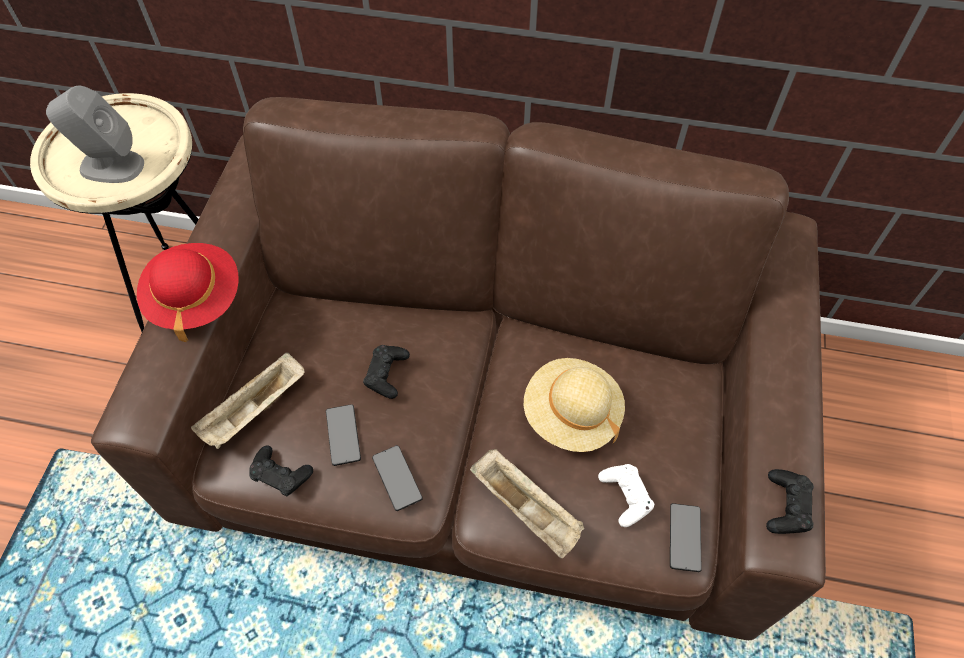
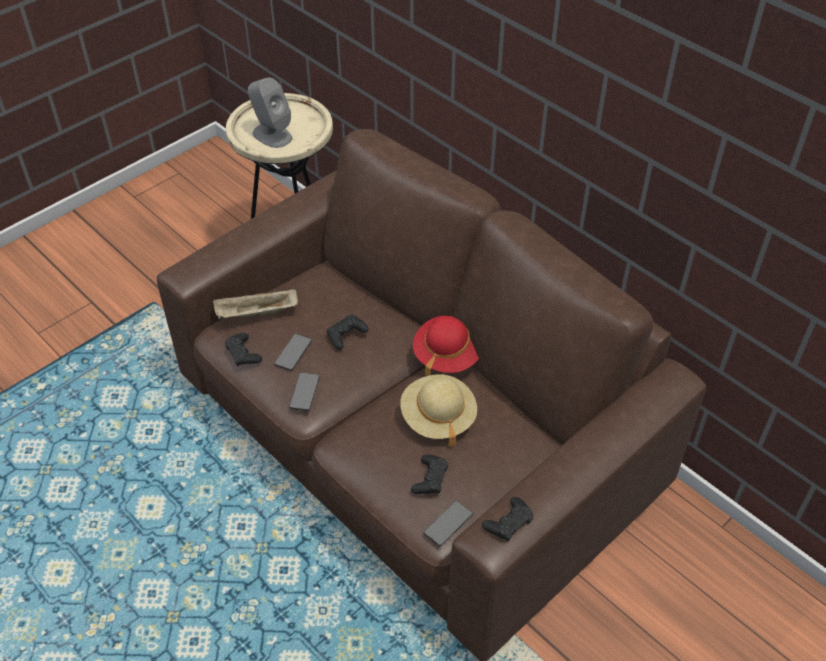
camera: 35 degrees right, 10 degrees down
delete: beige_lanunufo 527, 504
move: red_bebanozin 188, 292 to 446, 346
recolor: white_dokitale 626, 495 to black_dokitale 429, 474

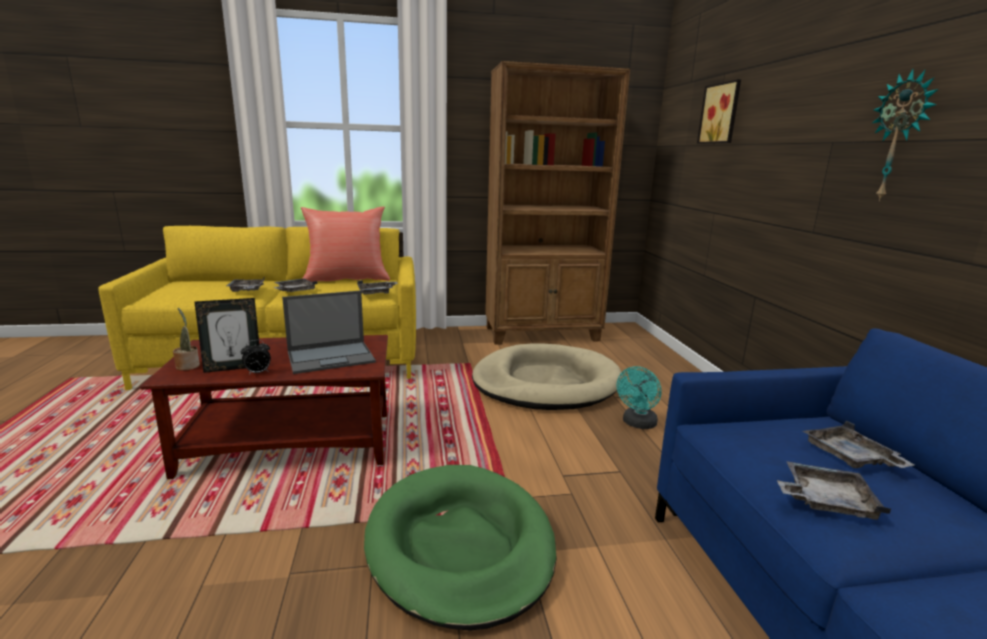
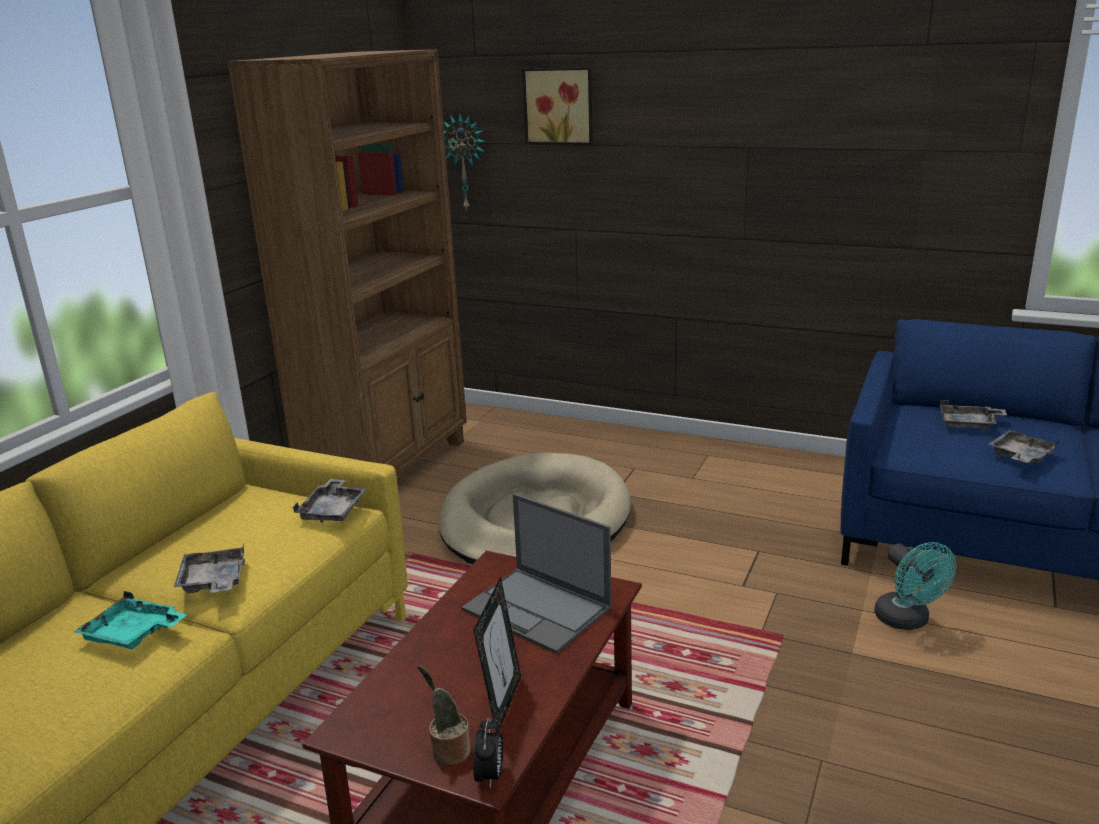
camera: 55 degrees left, 5 degrees up
delete: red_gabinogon 345, 244; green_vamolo 460, 548
move: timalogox 905, 135 to 464, 163; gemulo 256, 357 to 488, 753; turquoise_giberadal 639, 397 to 915, 586
recolor: grey_lanunufo 245, 284 to turquoise_lanunufo 130, 620
rotate: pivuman 329, 332 = 537, 573 120 degrees clockwise

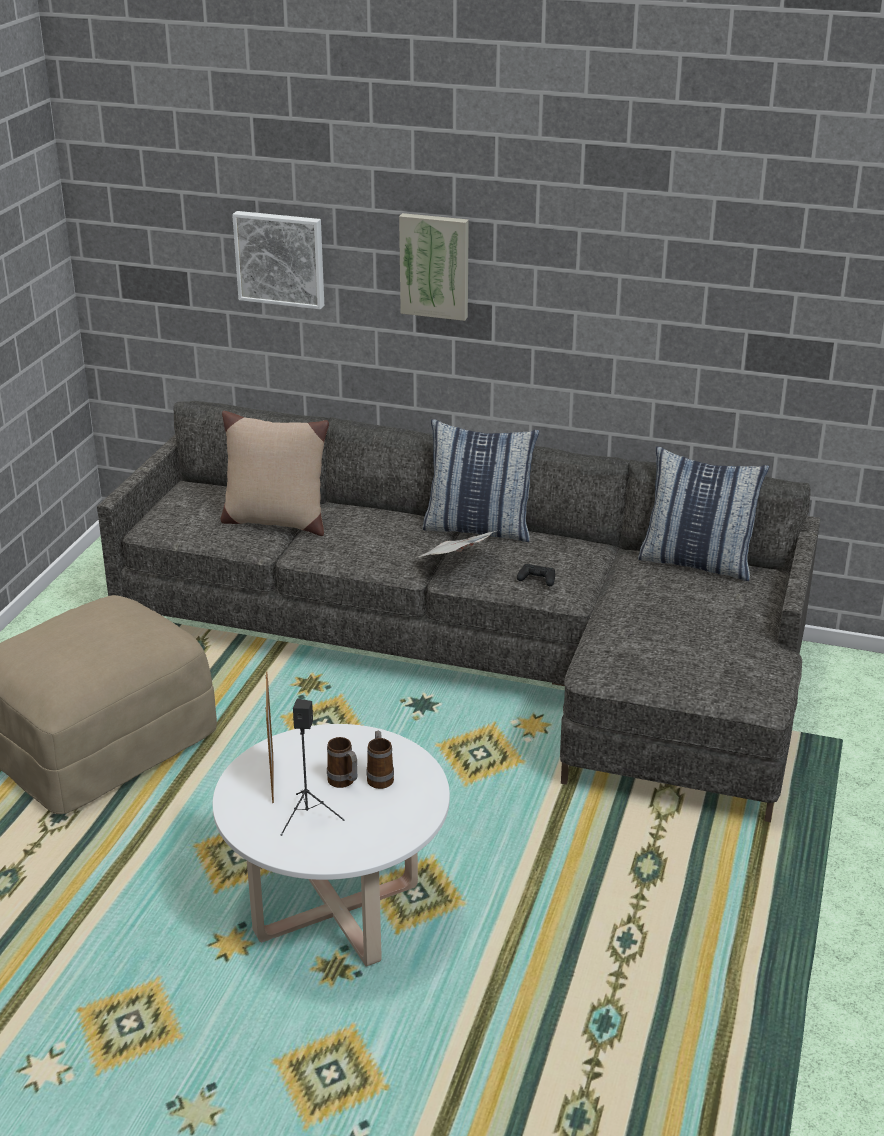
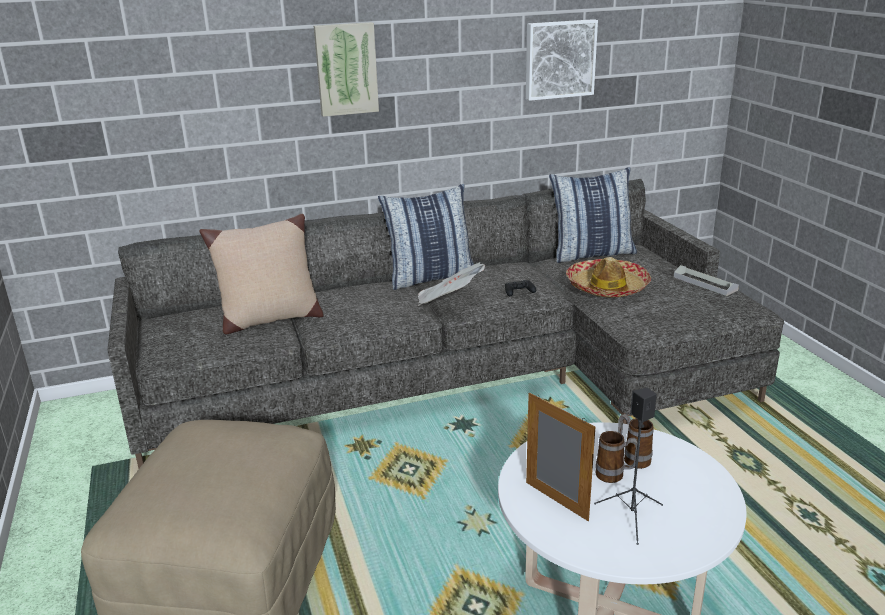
camera: 35 degrees left, 5 degrees down
insert: bebanozin 608, 277; grey_lanunufo 706, 280
move: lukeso 278, 260 to 562, 60

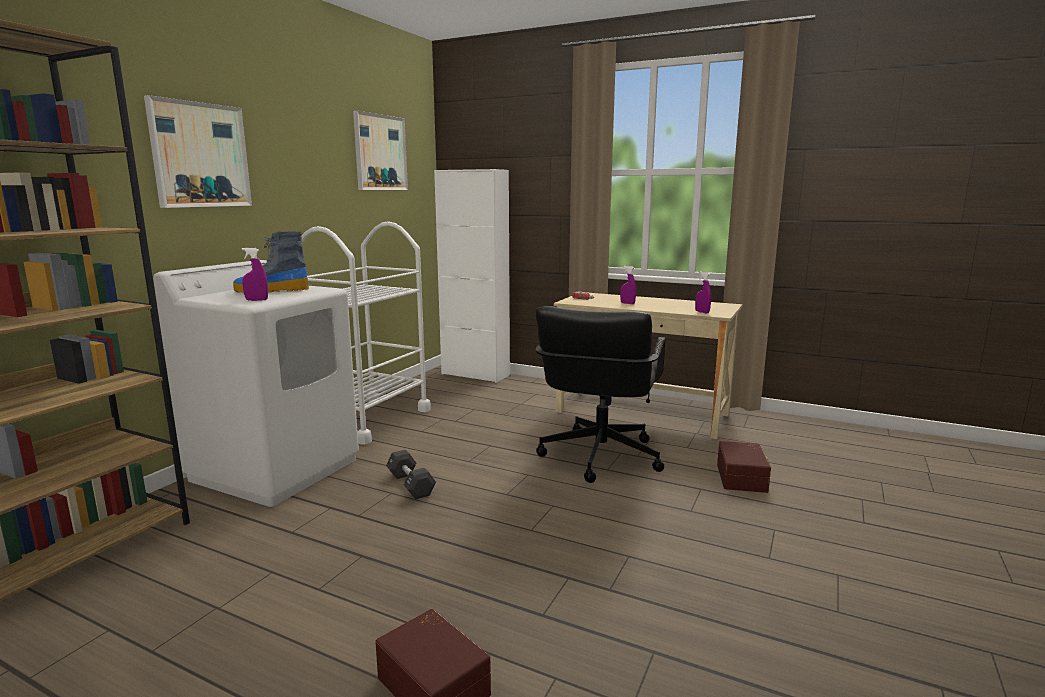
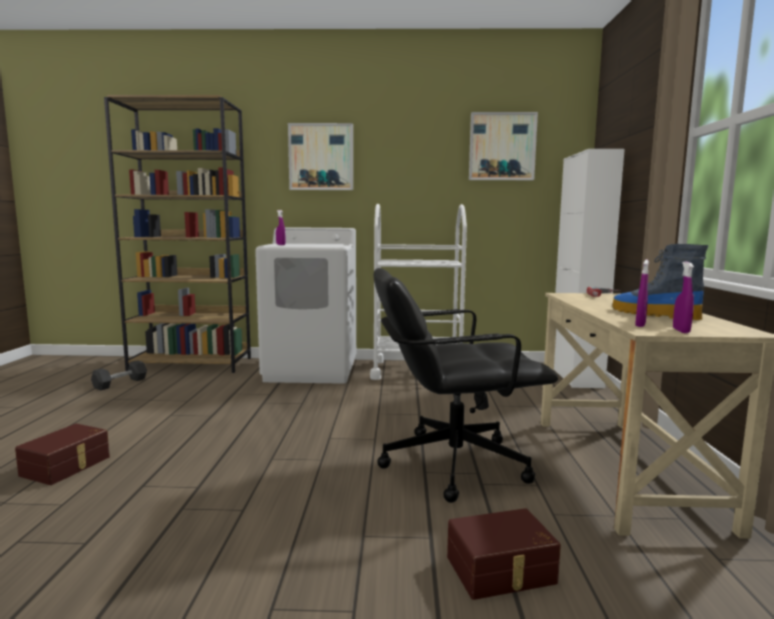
camera: 65 degrees right, 5 degrees down
move: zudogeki 271, 262 to 660, 282; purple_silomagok 628, 285 to 683, 297; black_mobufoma 411, 474 to 119, 375

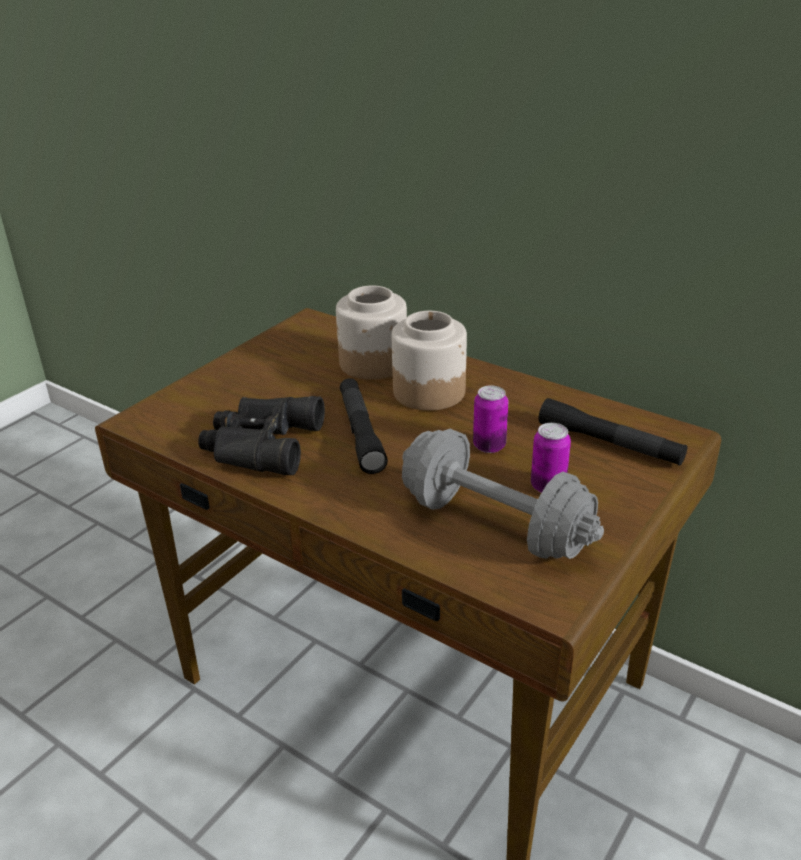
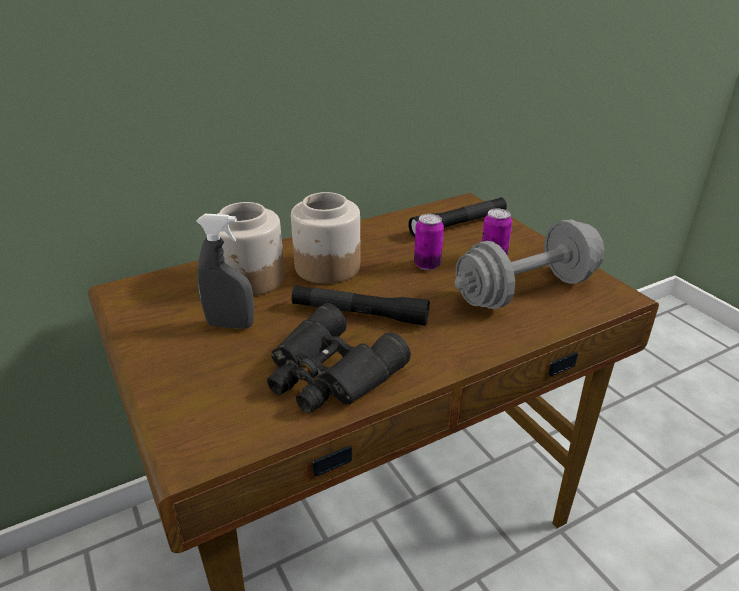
camera: 65 degrees left, 0 degrees up
insert: grey_silomagok 225, 271

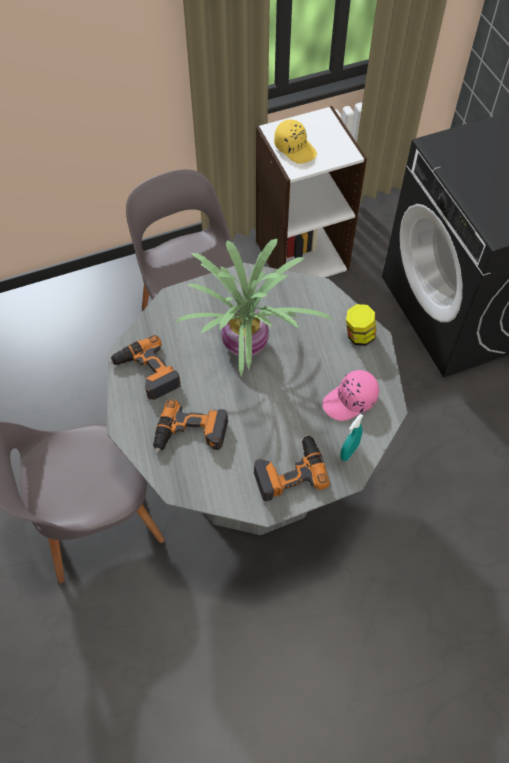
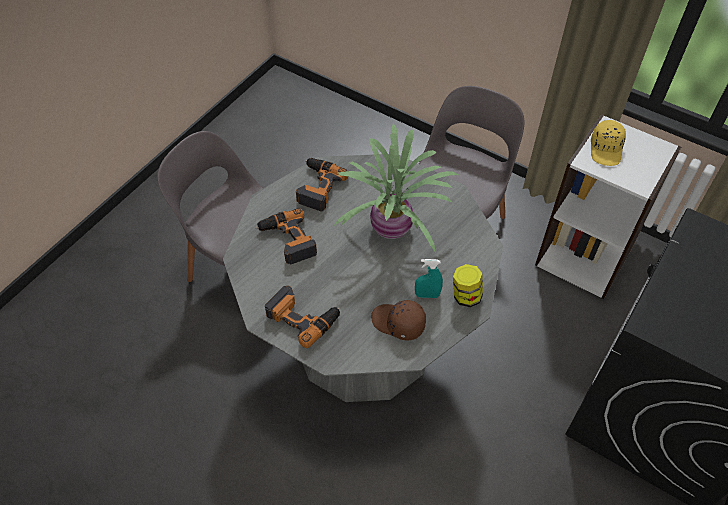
camera: 55 degrees right, 5 degrees down
move: turquoise_silomagok 351, 437 to 429, 278
recolor: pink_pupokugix 351, 395 to brown_pupokugix 398, 320

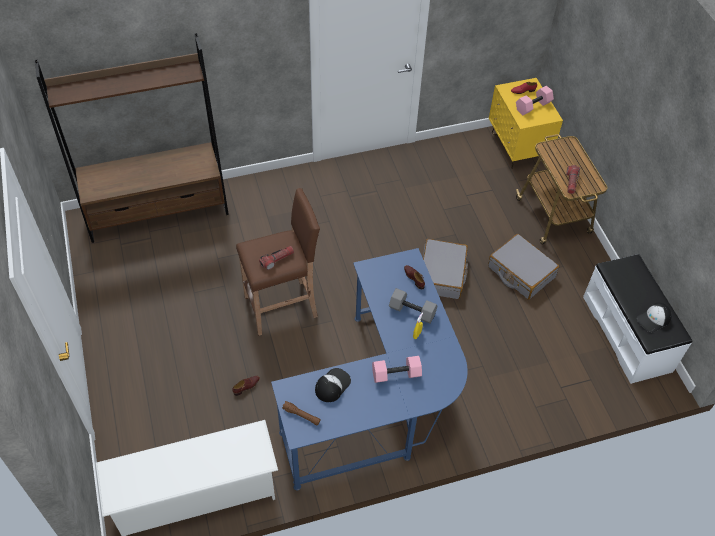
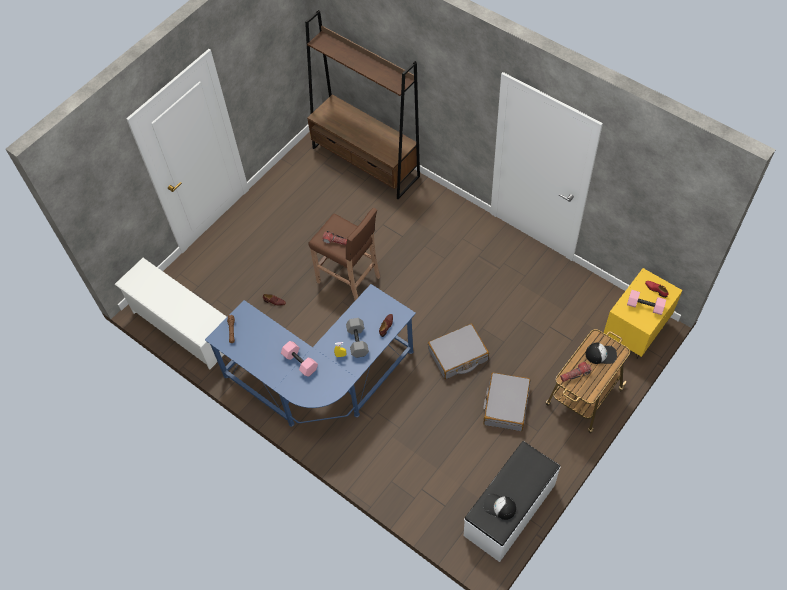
camera: 60 degrees right, 5 degrees up
move: pupokugix 333, 385 to 601, 353

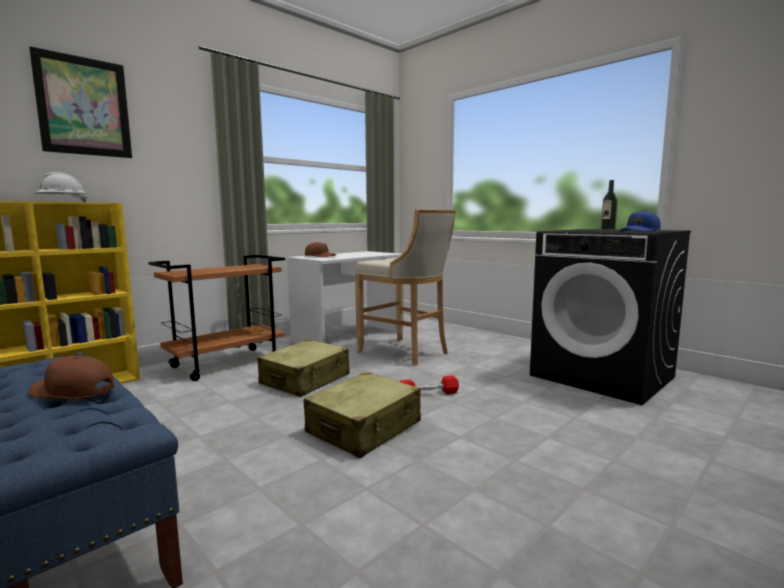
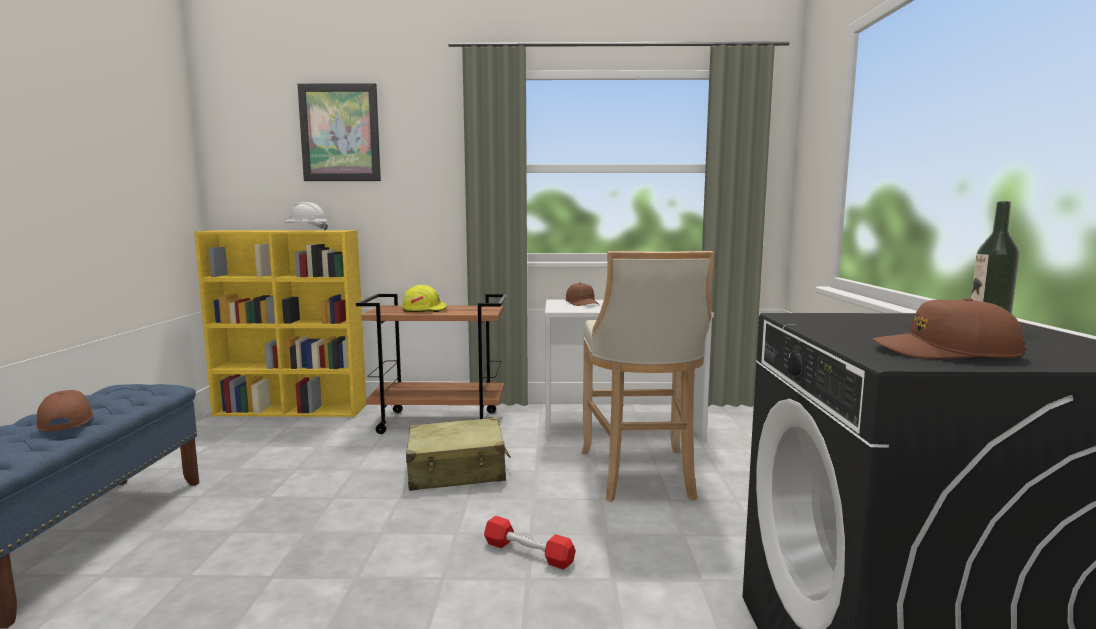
camera: 45 degrees right, 0 degrees up
delete: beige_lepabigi 362, 415
insert: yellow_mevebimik 425, 299
recolor: blue_pupokugix 640, 221 to brown_pupokugix 949, 328

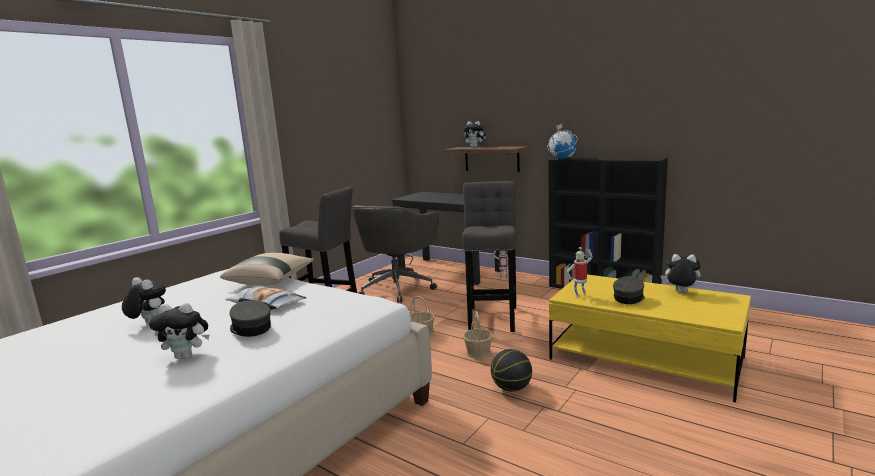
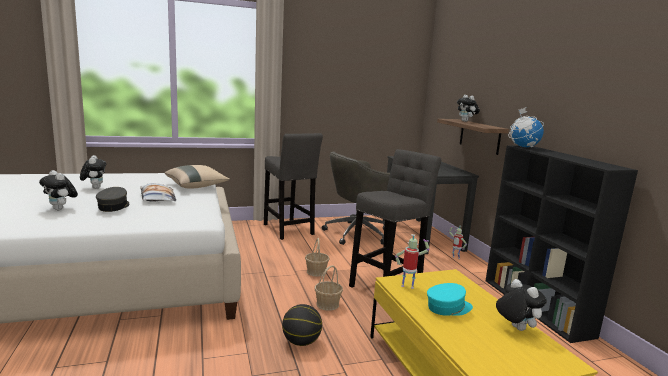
camera: 35 degrees right, 0 degrees up
recolor: grey_pupokugix 628, 290 to turquoise_pupokugix 450, 299

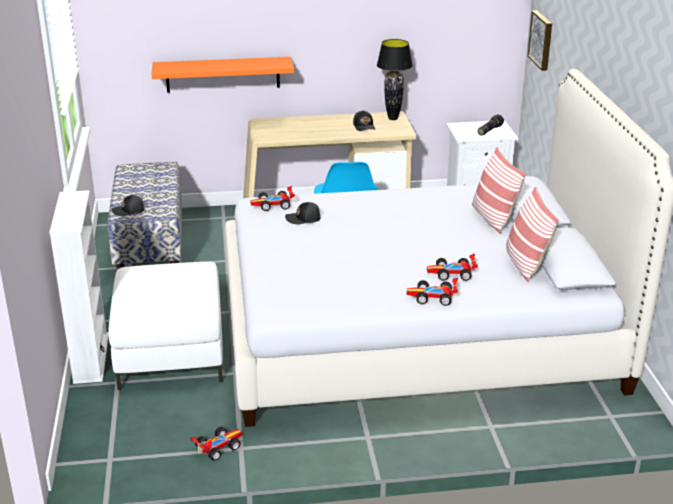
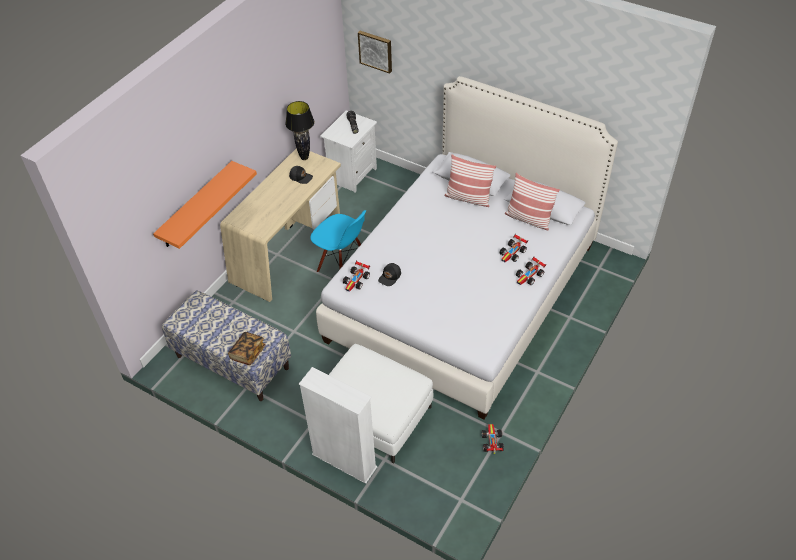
camera: 50 degrees left, 20 degrees up
replace: black_pupokugix 128, 205 to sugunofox 247, 348

